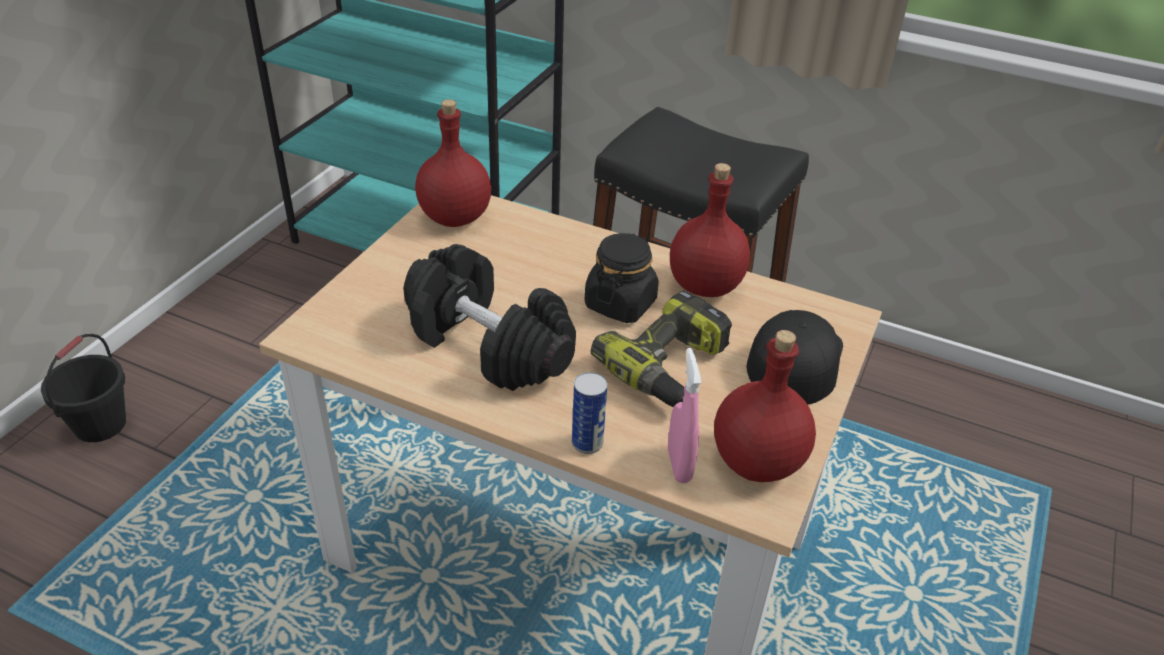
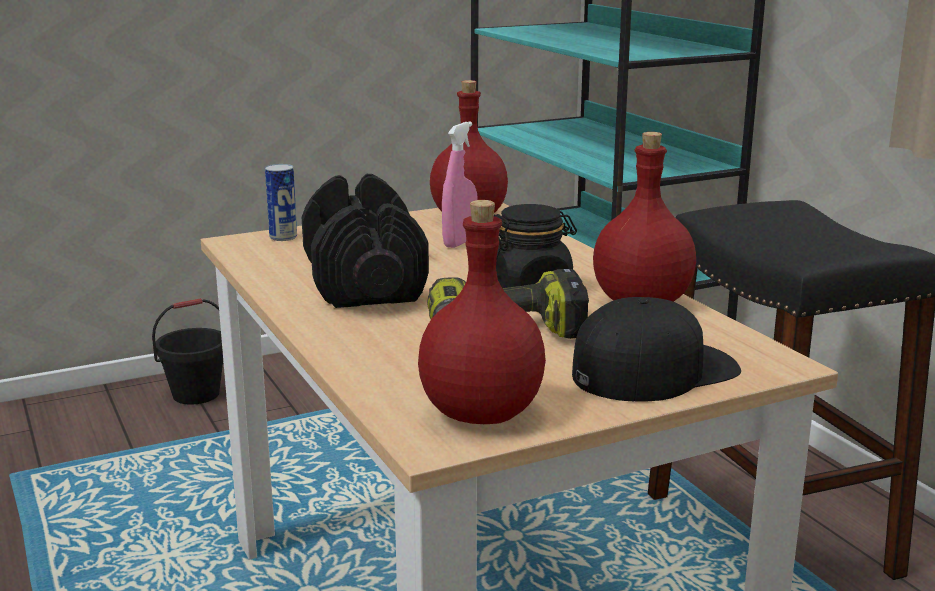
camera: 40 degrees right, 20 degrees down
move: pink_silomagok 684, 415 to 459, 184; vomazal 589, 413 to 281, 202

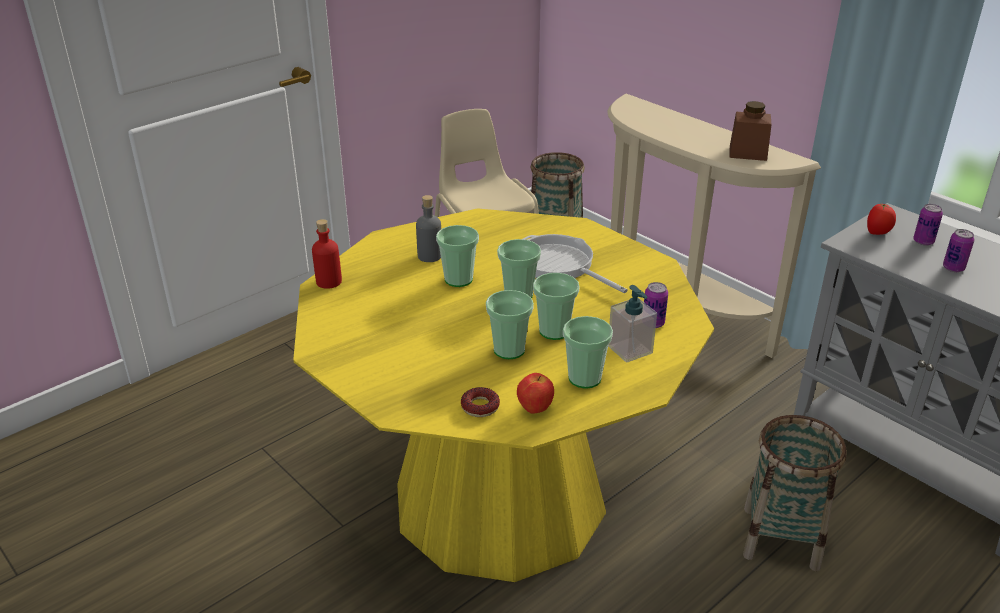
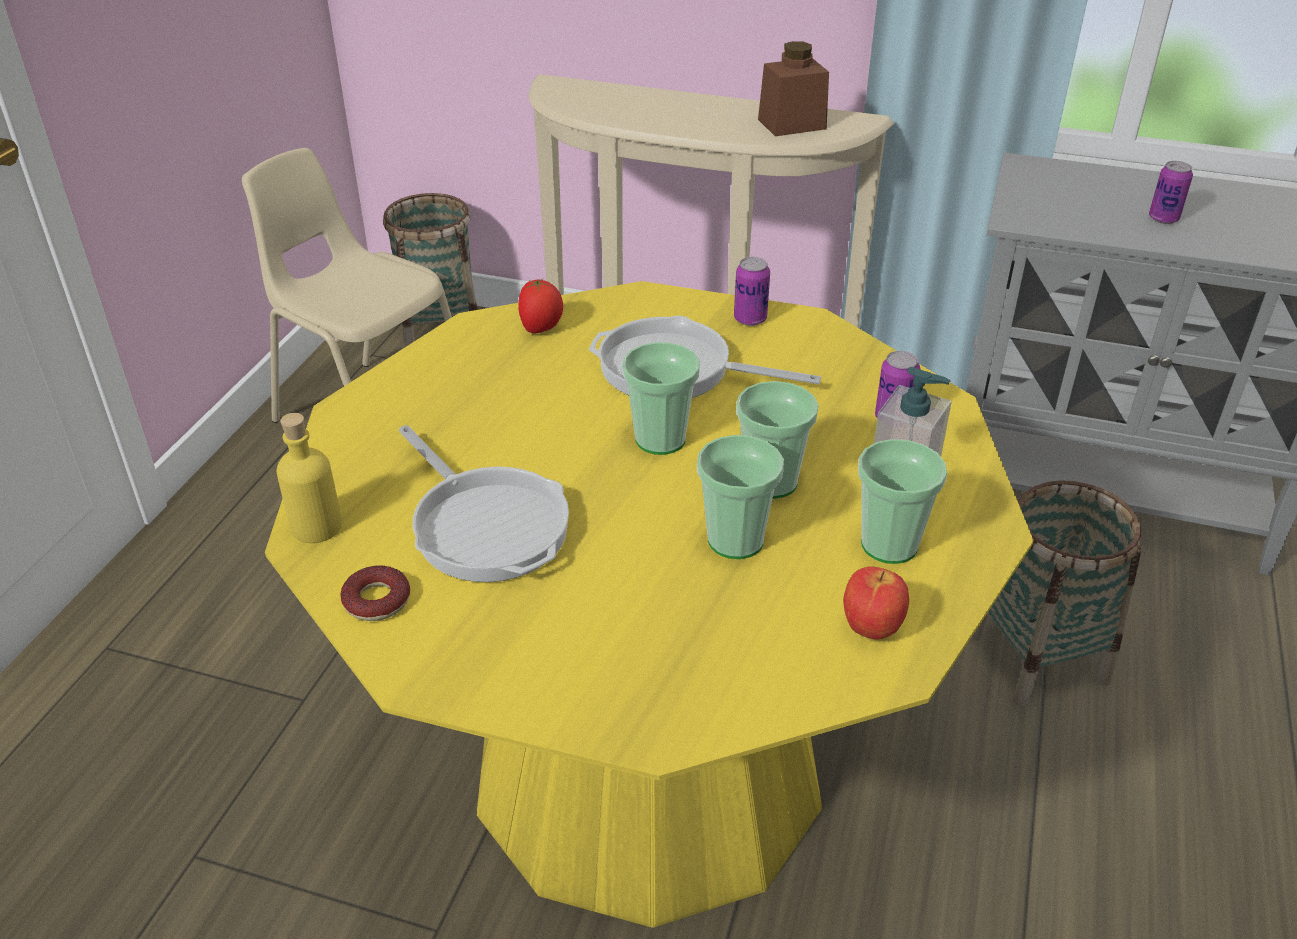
camera: 30 degrees left, 5 degrees up
delete: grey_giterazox 428, 228; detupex 457, 256
insert: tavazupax 484, 503
move: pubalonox 881, 219 to 540, 306; vomazal 928, 224 to 752, 291; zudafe 480, 402 to 375, 593
recolor: red_giterazox 327, 254 to yellow_giterazox 309, 478

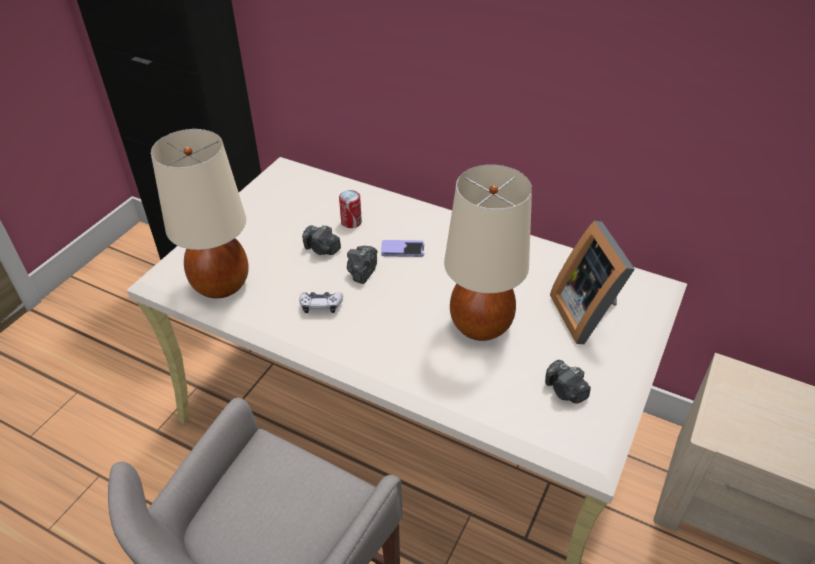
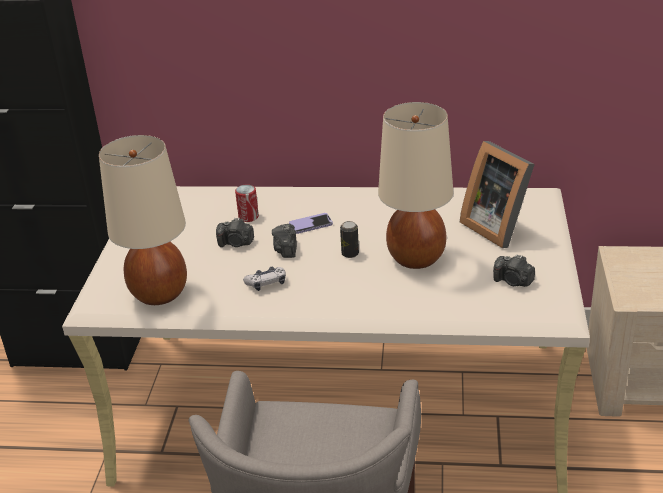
camera: 20 degrees left, 10 degrees down
insert: vomazal 349, 239

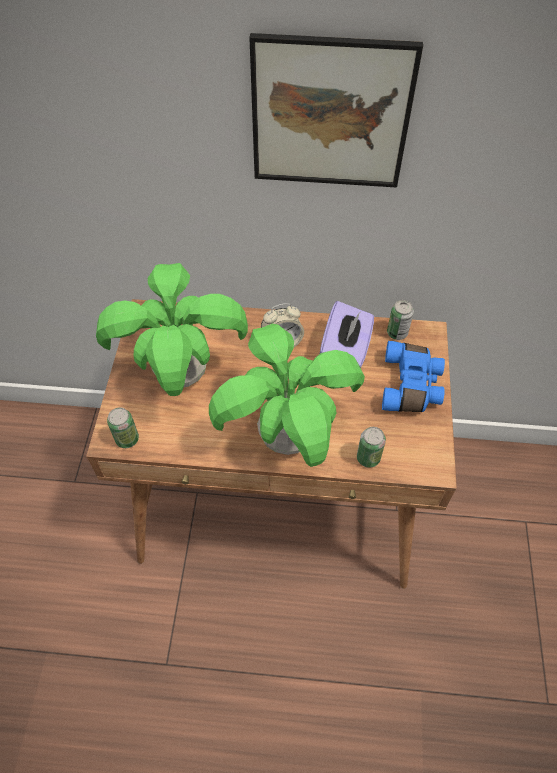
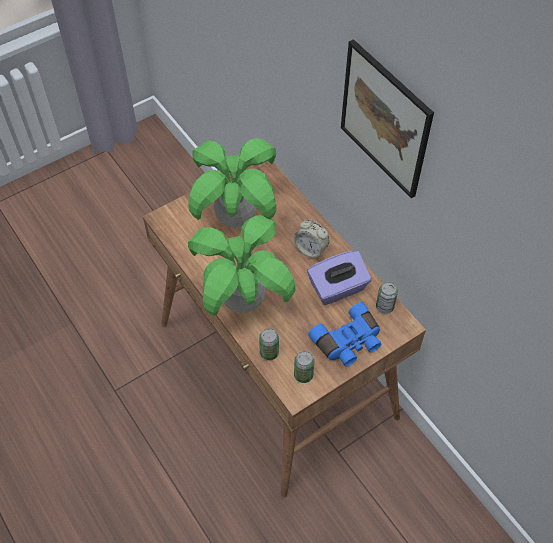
camera: 50 degrees right, 0 degrees up
move: vomazal 123, 428 to 304, 367

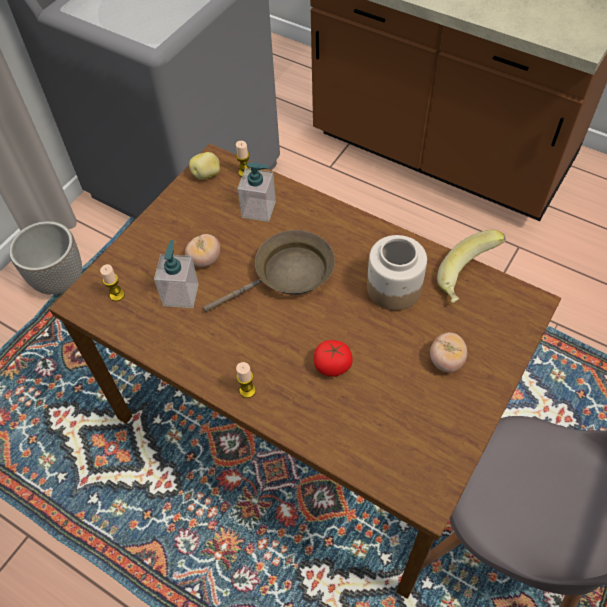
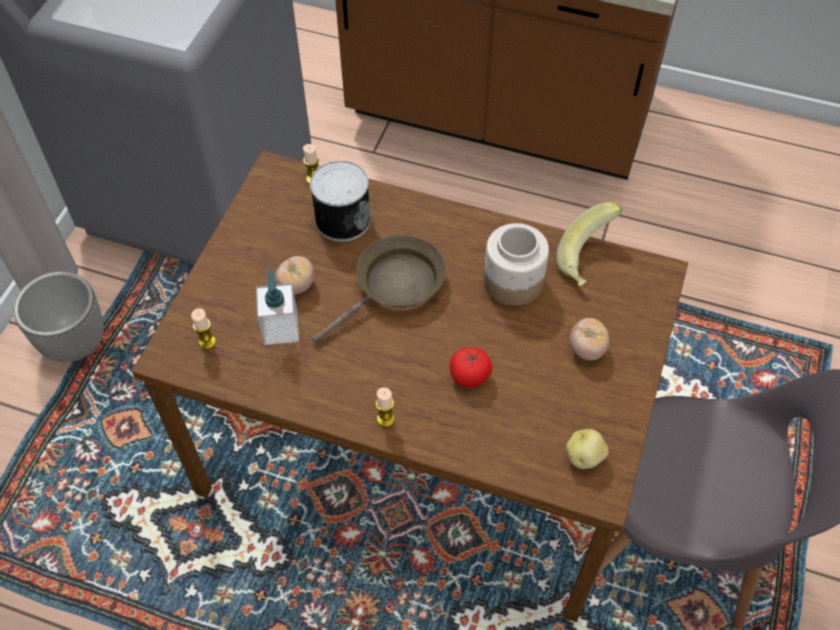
camera: 15 degrees left, 0 degrees up
move: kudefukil 204, 166 to 587, 449
replace: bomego 256, 192 to vomazal 340, 201

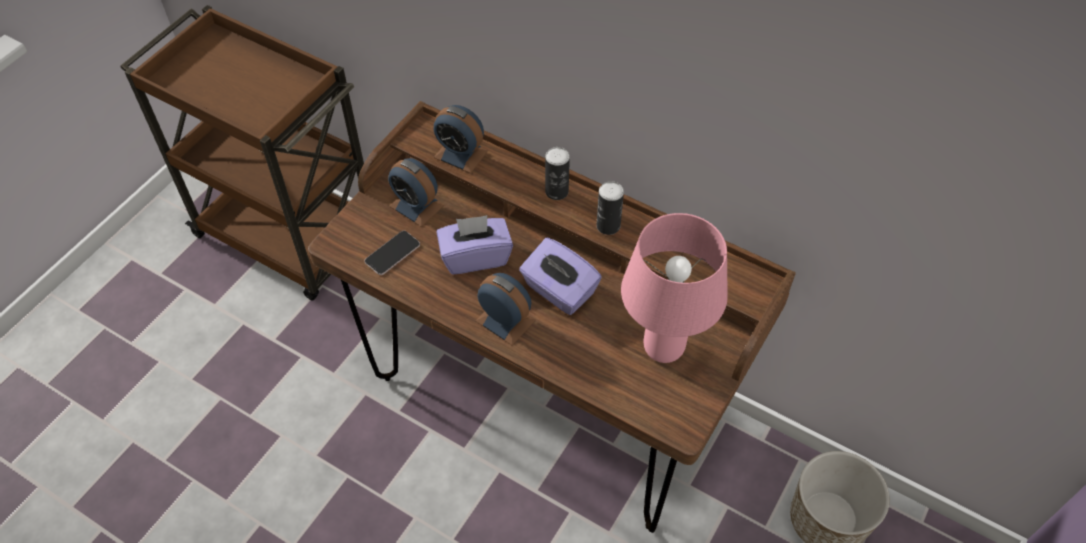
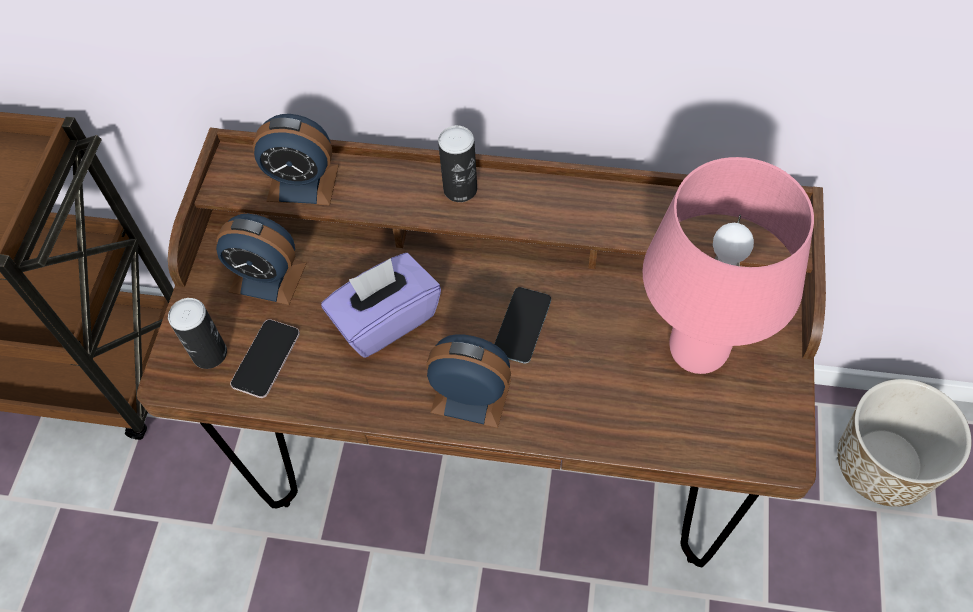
camera: 20 degrees left, 5 degrees up
move: vomazal 610, 208 to 197, 333
replace: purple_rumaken 560, 276 to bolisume 523, 325

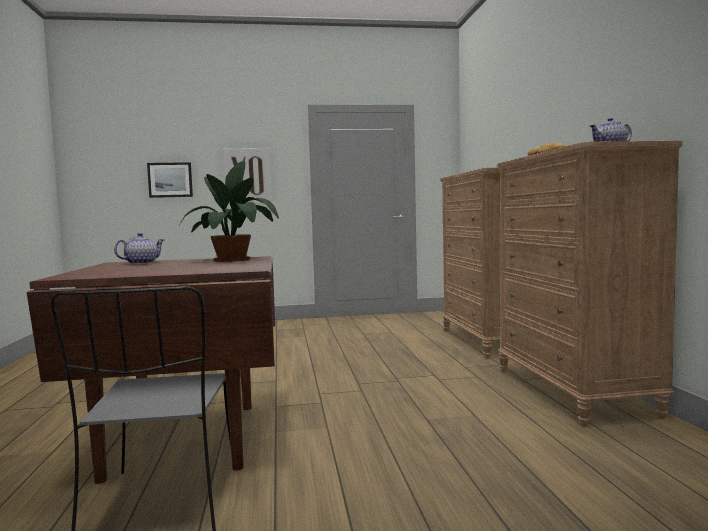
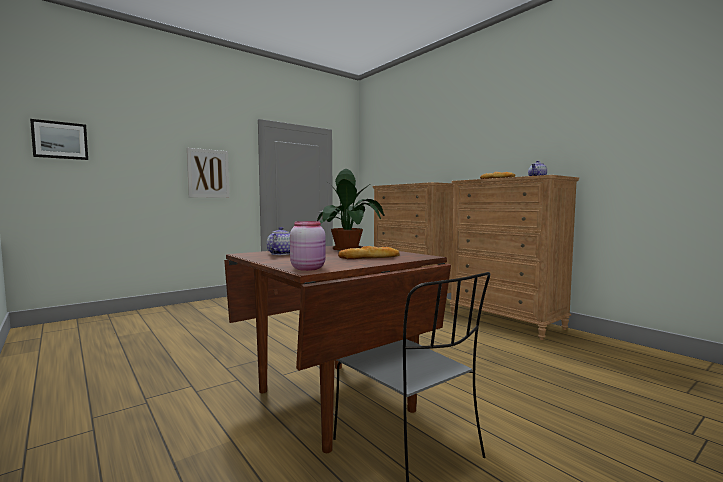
camera: 30 degrees left, 0 degrees up
insert: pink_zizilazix 308, 246; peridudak 369, 252
move: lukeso 170, 180 to 59, 139

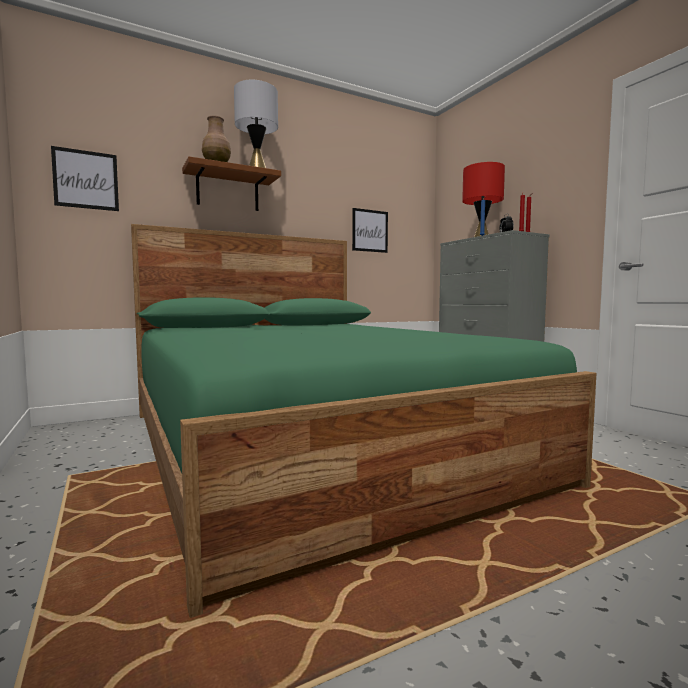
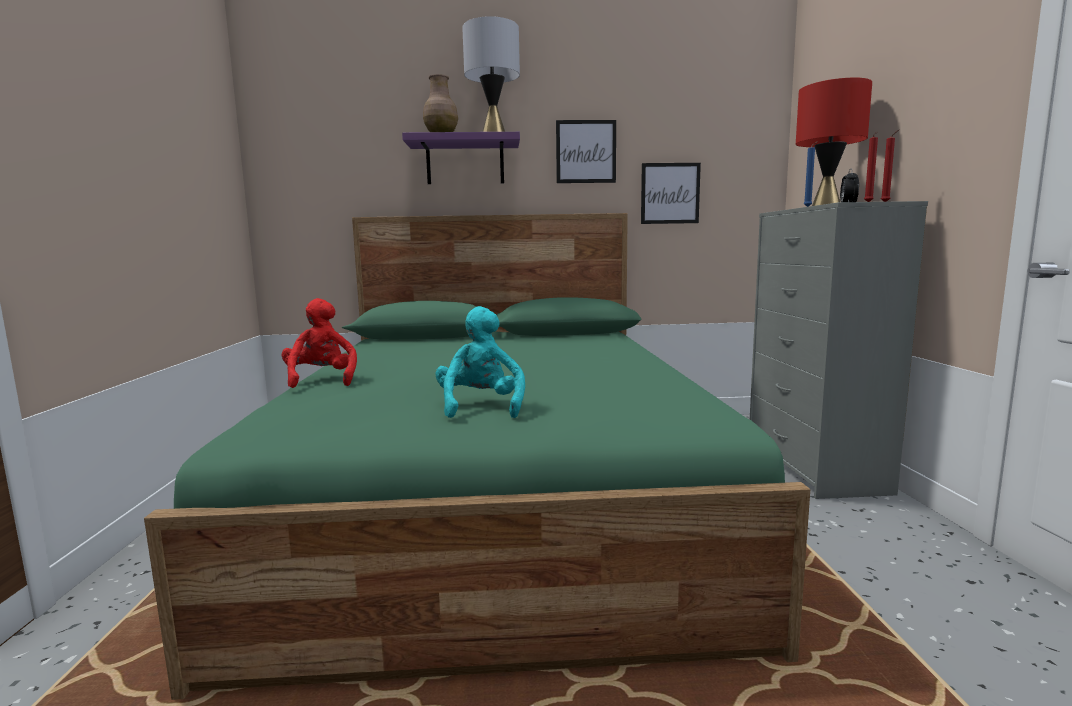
camera: 25 degrees right, 5 degrees up
insert: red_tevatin 319, 343; turquoise_tevatin 480, 362
move: lukeso 85, 178 to 586, 151
recolor: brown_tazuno 231, 183 to purple_tazuno 461, 158

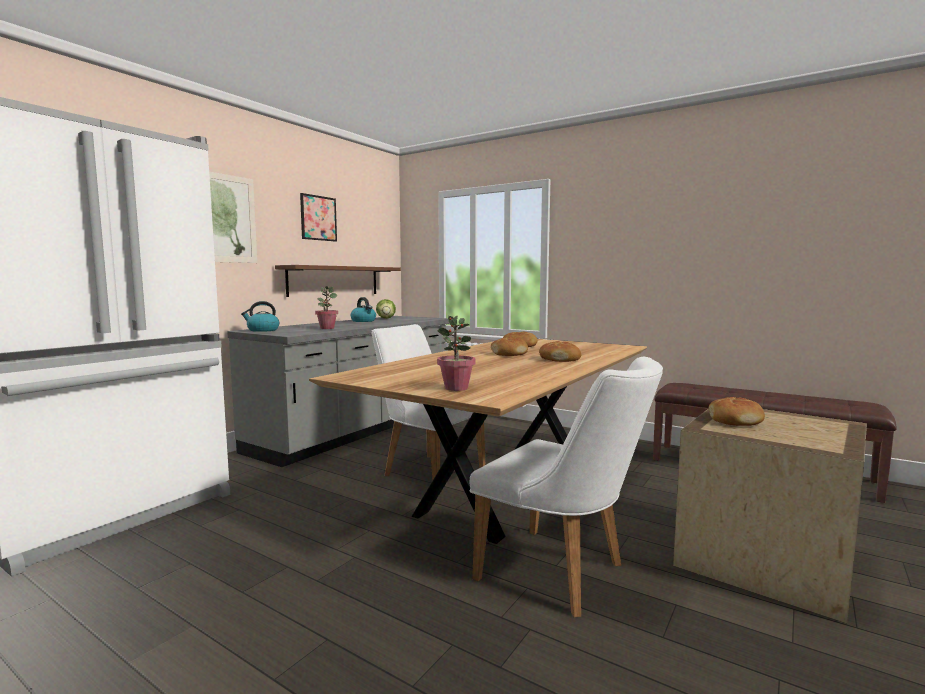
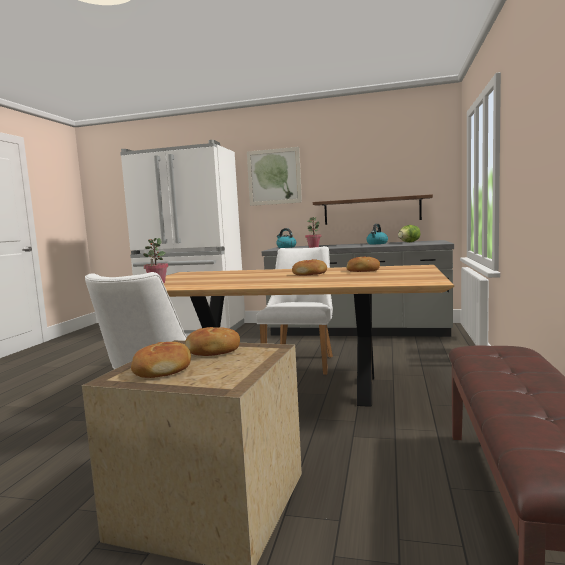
camera: 70 degrees right, 0 degrees up
delete: lukeso 318, 217
move: peridudak 560, 351 to 161, 360

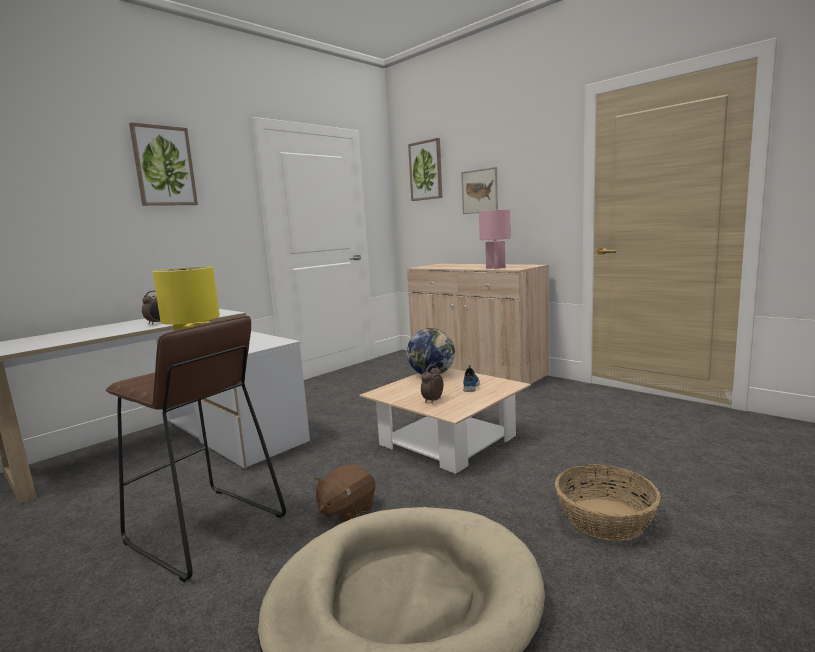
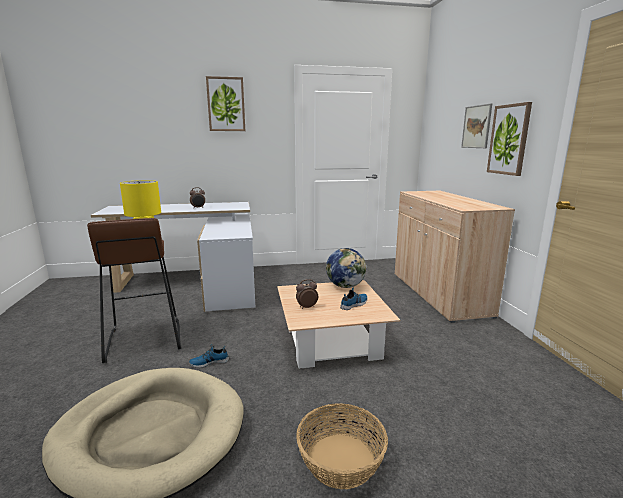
camera: 35 degrees right, 5 degrees up
delete: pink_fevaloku 495, 239
move: lukeso 425, 169 to 509, 139
replace: brown_tevatin 345, 494 to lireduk 209, 356

